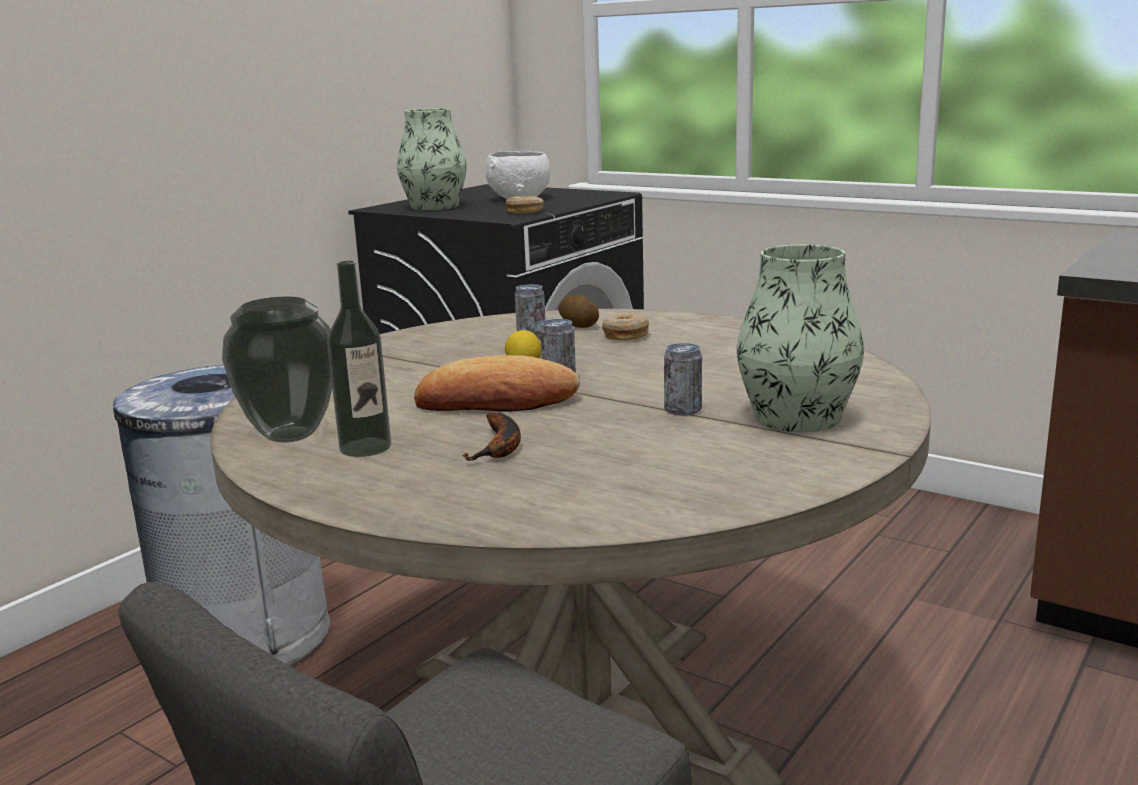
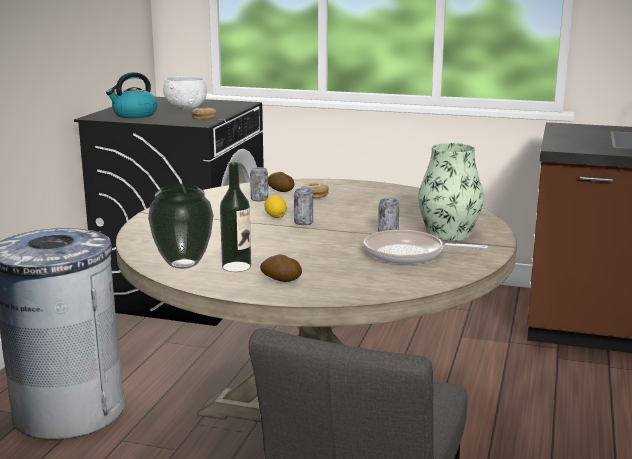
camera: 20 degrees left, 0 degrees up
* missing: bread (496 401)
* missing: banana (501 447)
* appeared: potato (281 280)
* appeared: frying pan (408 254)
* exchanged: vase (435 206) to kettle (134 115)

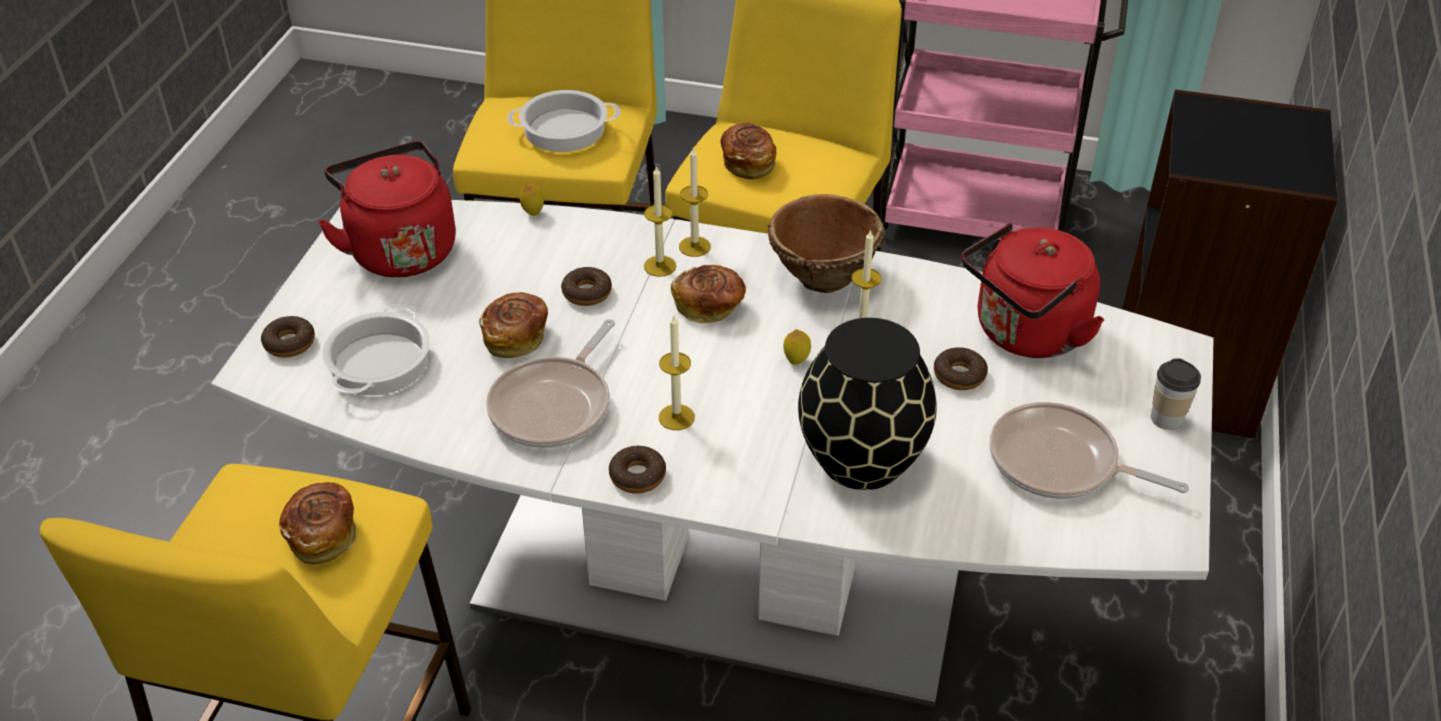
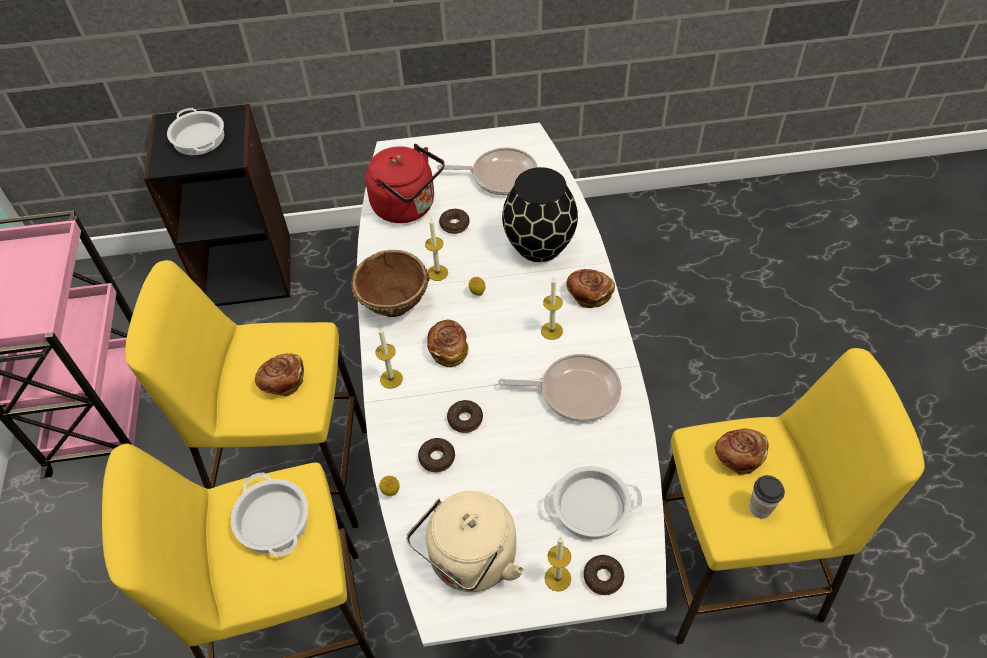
camera: 110 degrees left, 10 degrees up
* appeared: cooking pot (199 138)
* relocated: bread (516 337) to (588 294)
* relocated: donut (637 476) to (437 458)
* relocated: candle (660 266) to (557 578)
* relocated: cup (1166 418) to (760 508)
* colour: red kettle (400 249) to beige kettle (470 562)
* spun: frying pan (1060 463) = (500 176) 90 degrees counterclockwise

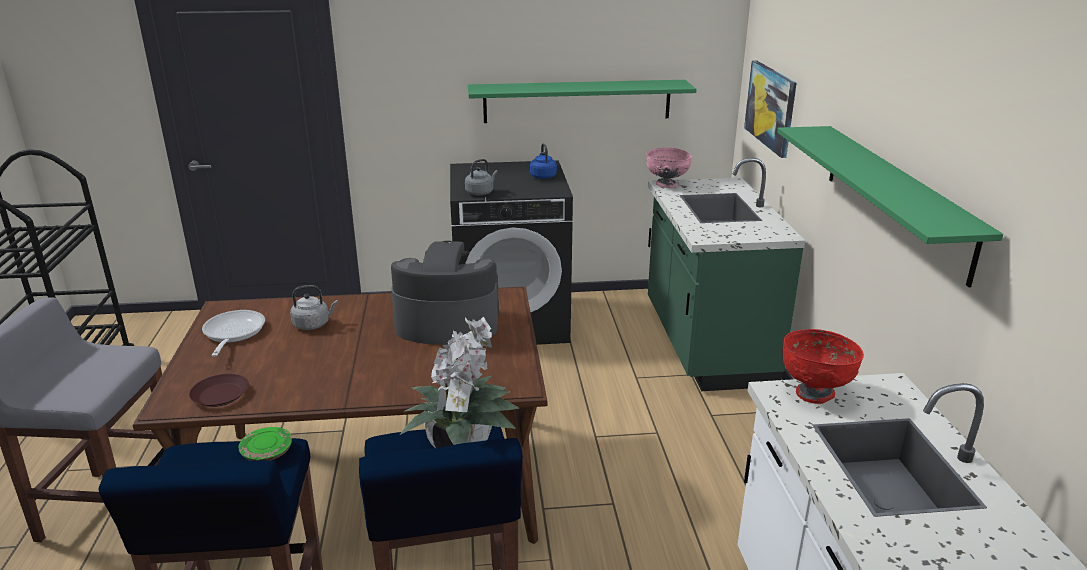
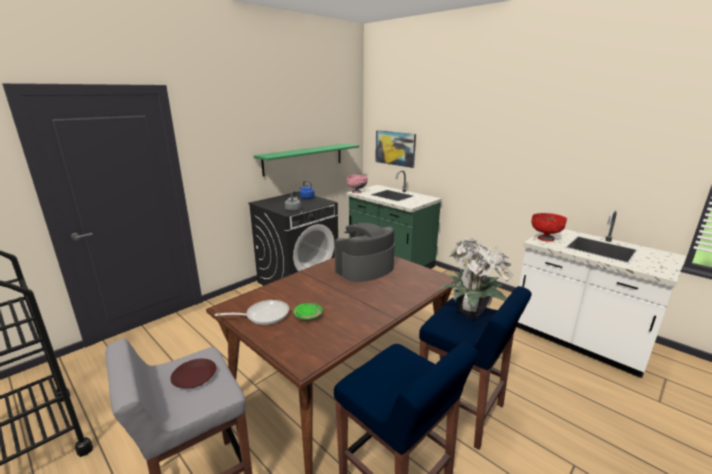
camera: 40 degrees left, 5 degrees down
* missing: grey kettle (313 324)
* missing: green shelf (895 198)
* relocated: brown plate (219 395) to (194 377)
* relocated: green plate (267 452) to (308 316)
* spun: frying pan (232 334) = (263 315) 120 degrees clockwise

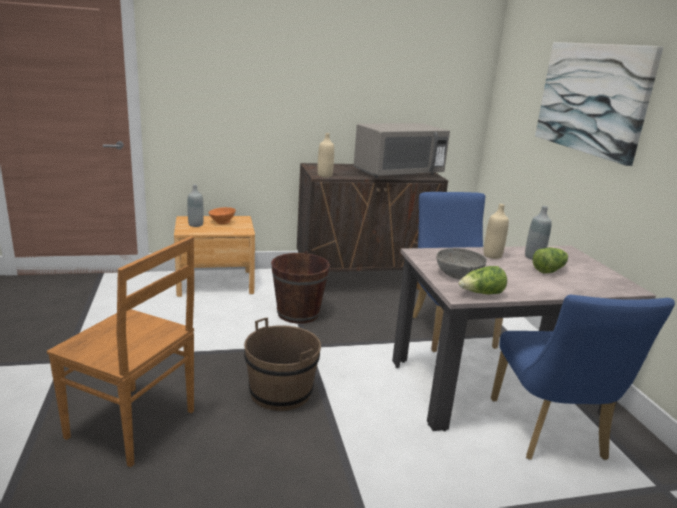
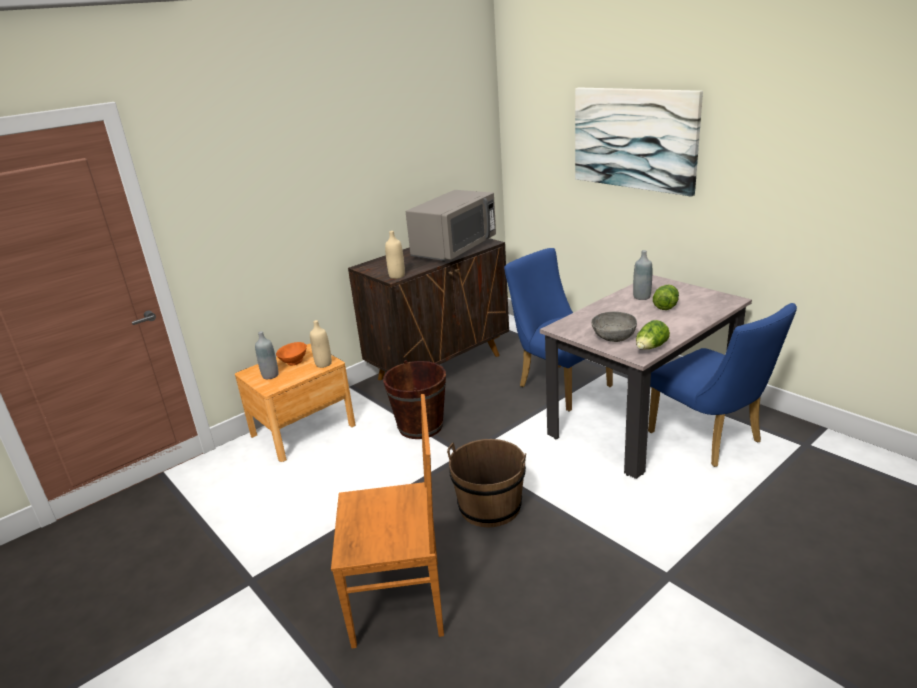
camera: 25 degrees left, 5 degrees up
* relocated: beige bottle (492 255) to (323 364)

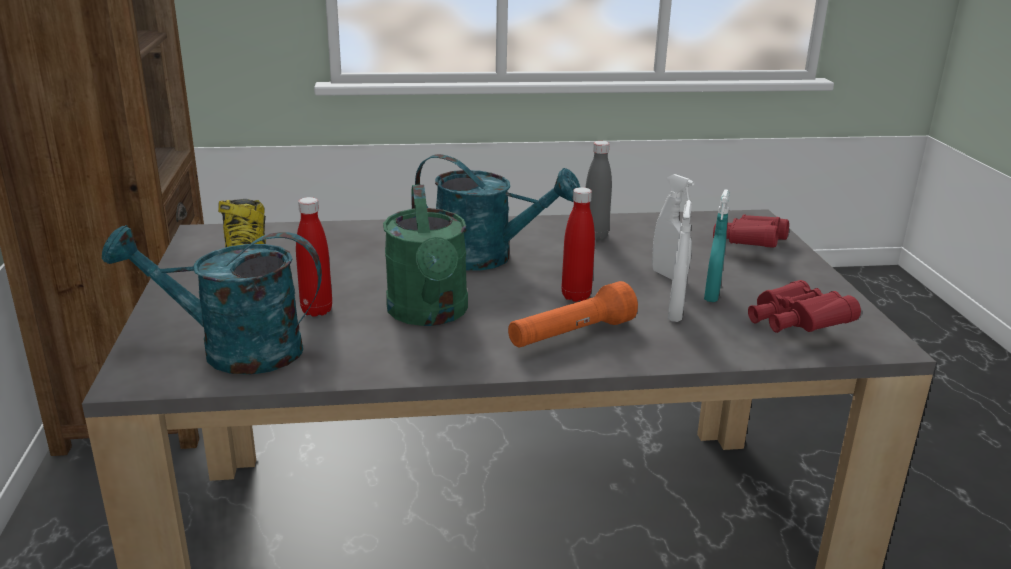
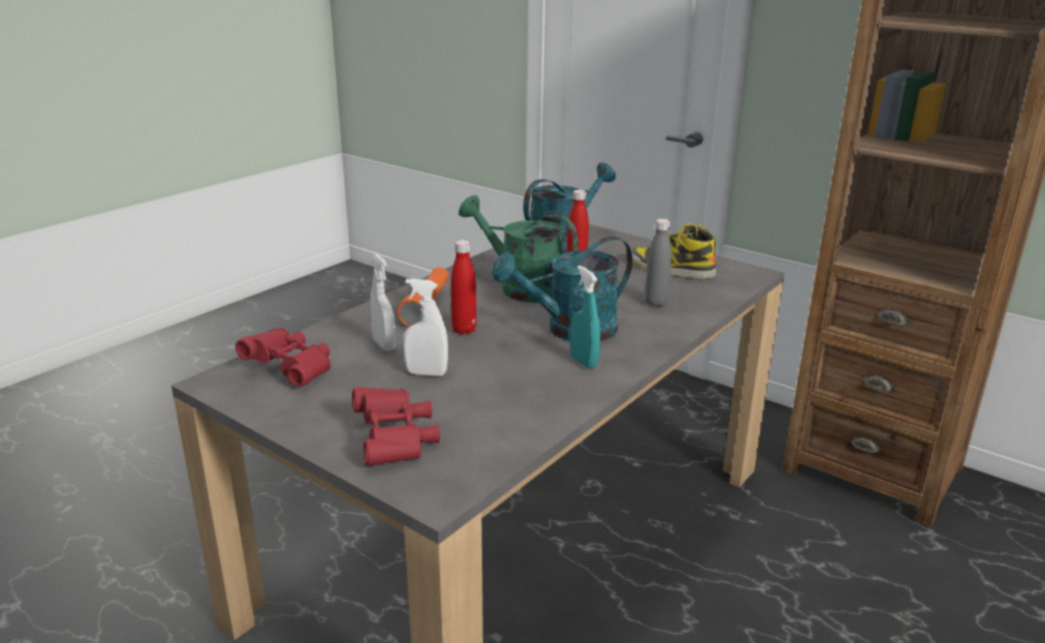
camera: 135 degrees right, 0 degrees up
* relocated: grey bottle (595 236) to (655 303)
* relocated: turquoise spray bottle (711 295) to (583 361)

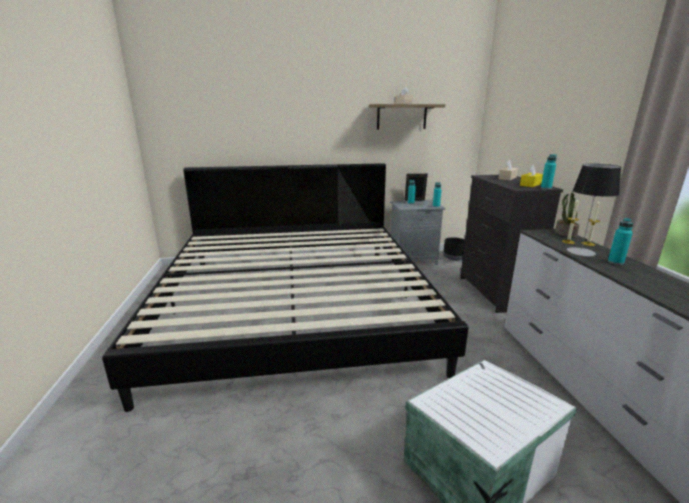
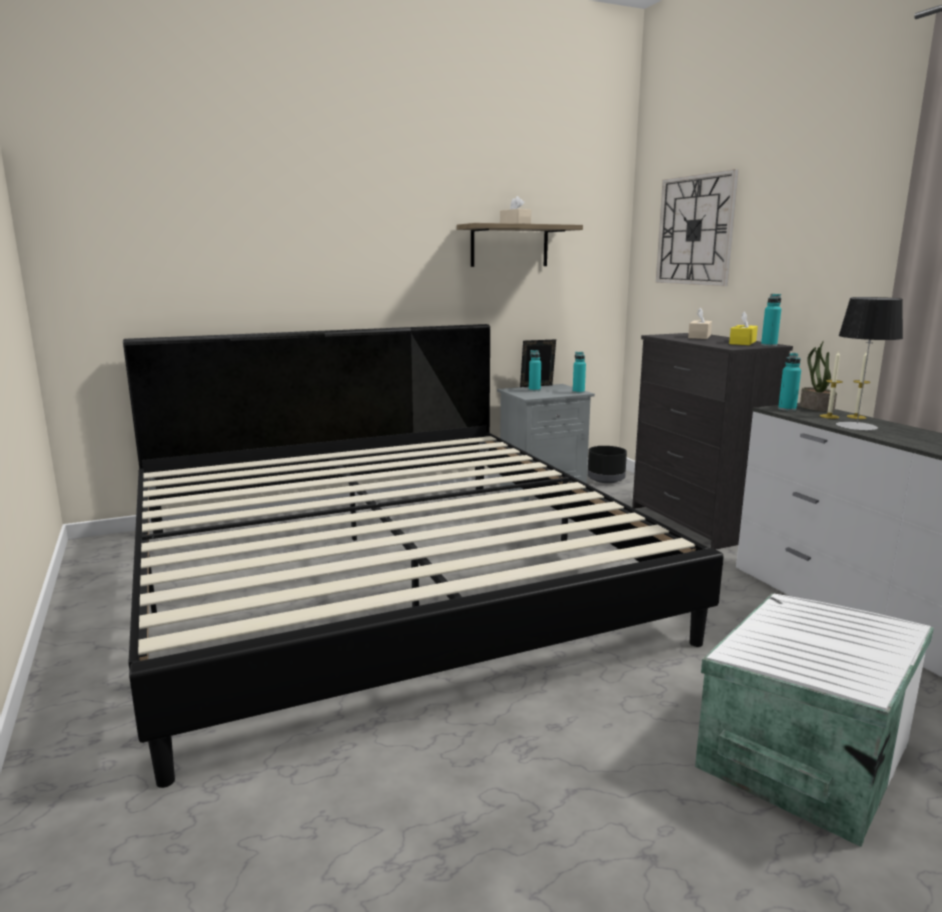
camera: 15 degrees left, 5 degrees down
* appeared: wall clock (695 230)
* relocated: turquoise bottle (615 262) to (787 409)

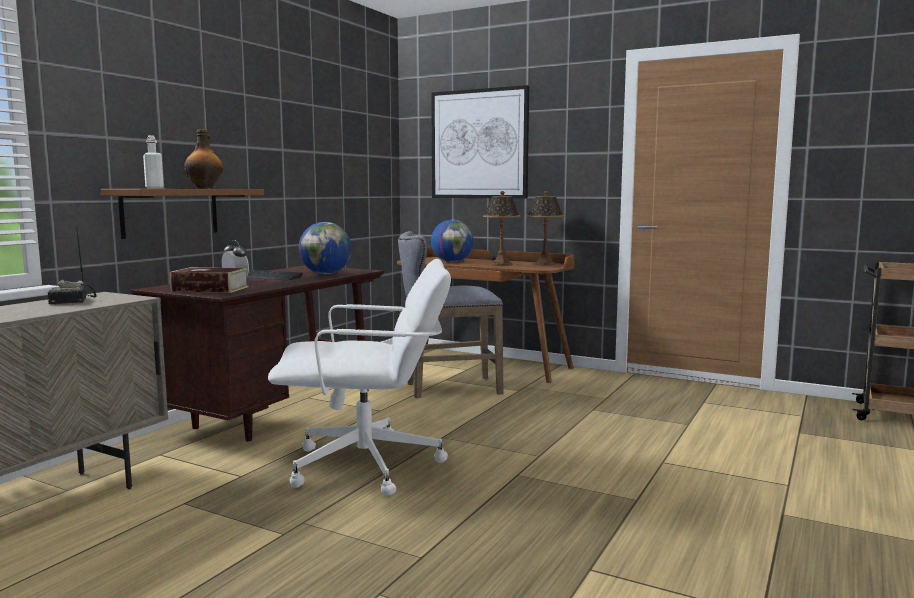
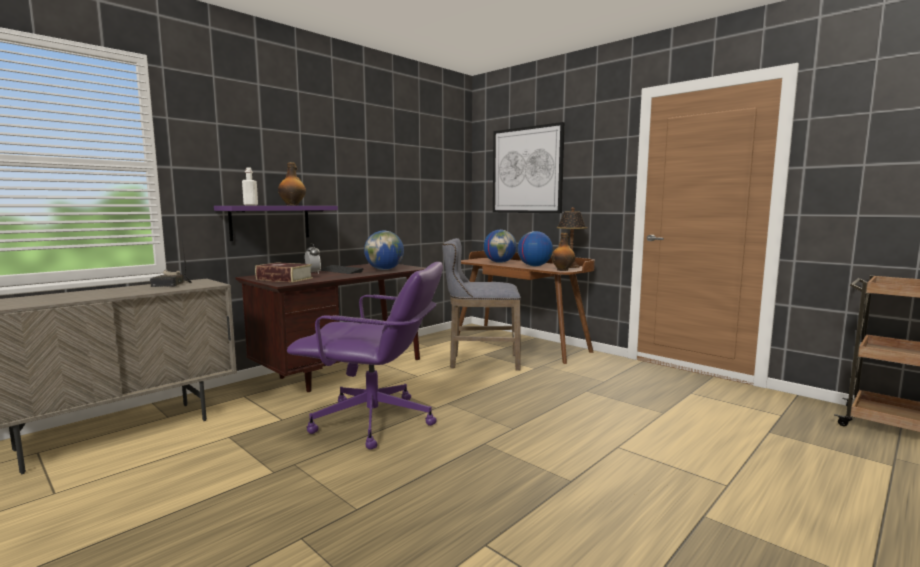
camera: 15 degrees right, 0 degrees up
* appeared: bottle (563 270)
* exchanged: table lamp (501 265) to globe (534 266)
* colour: brown shelf (170 212) to purple shelf (270 222)
* colour: white office chair (367 466) to purple office chair (374 422)

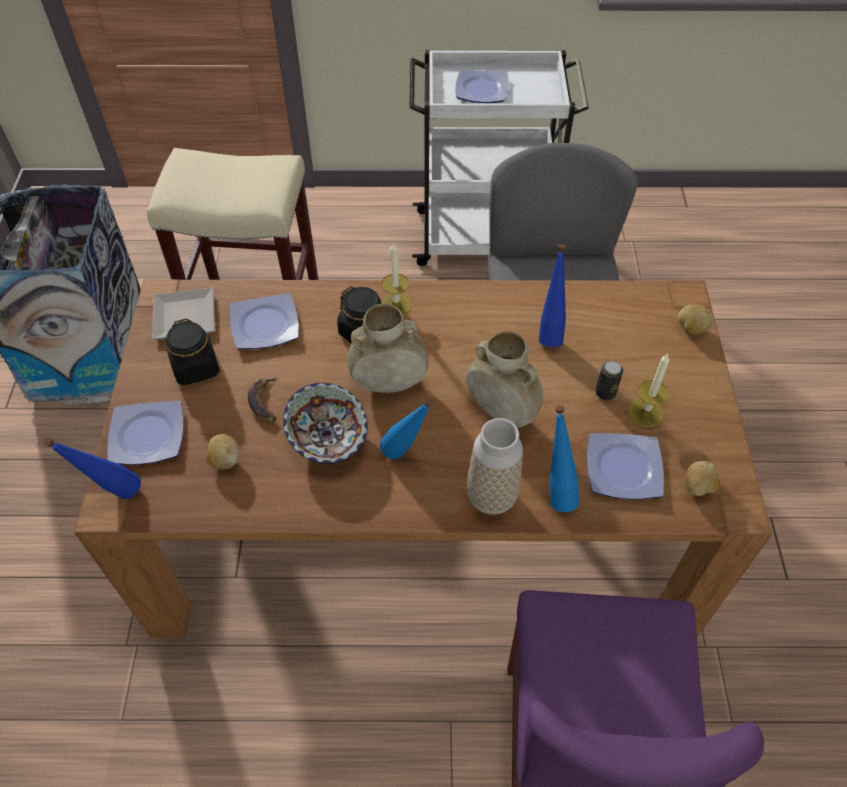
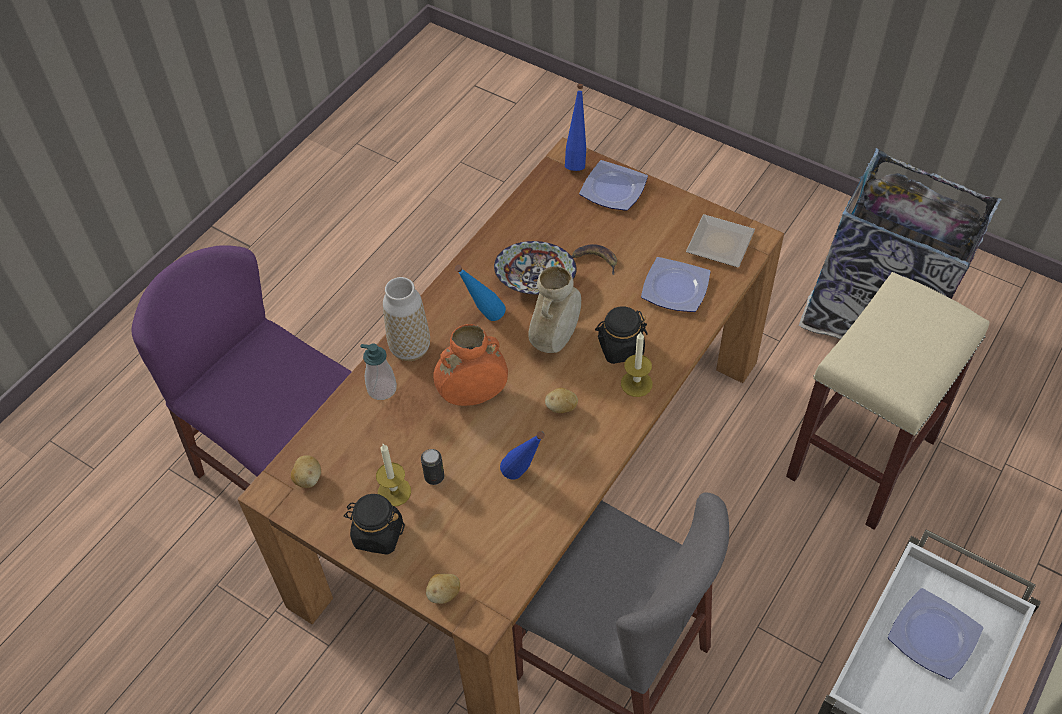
camera: 125 degrees right, 0 degrees up
* missing: plate (625 470)
* relocated: black jar (196 368) to (378 534)
* relocated: potato (225 460) to (561 408)
* exchanged: blue bottle (556 491) to soap dispenser (382 389)
* colour: beige vase (502 412) to orange vase (473 395)

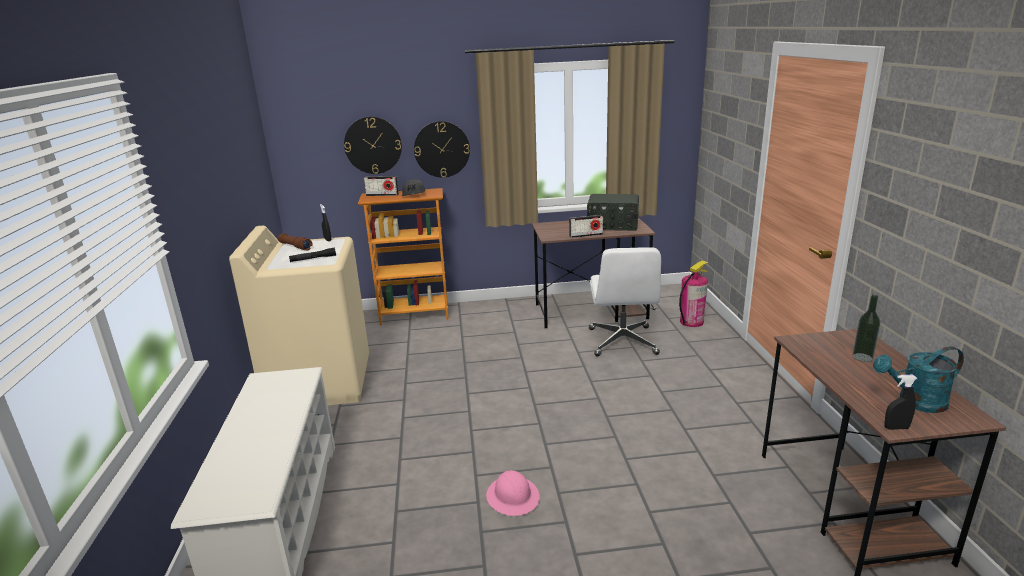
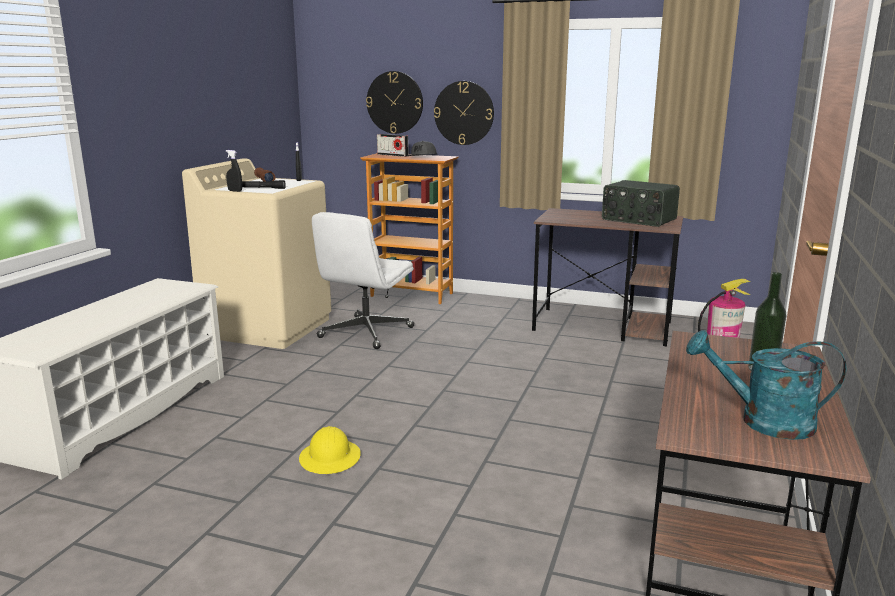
camera: 25 degrees right, 5 degrees down
* missing: radio (586 235)
* relocated: white office chair (623 342) to (366 333)
* relocated: black spray bottle (896 428) to (235 191)
* colour: pink hard hat (513 497) to yellow hard hat (330 458)

